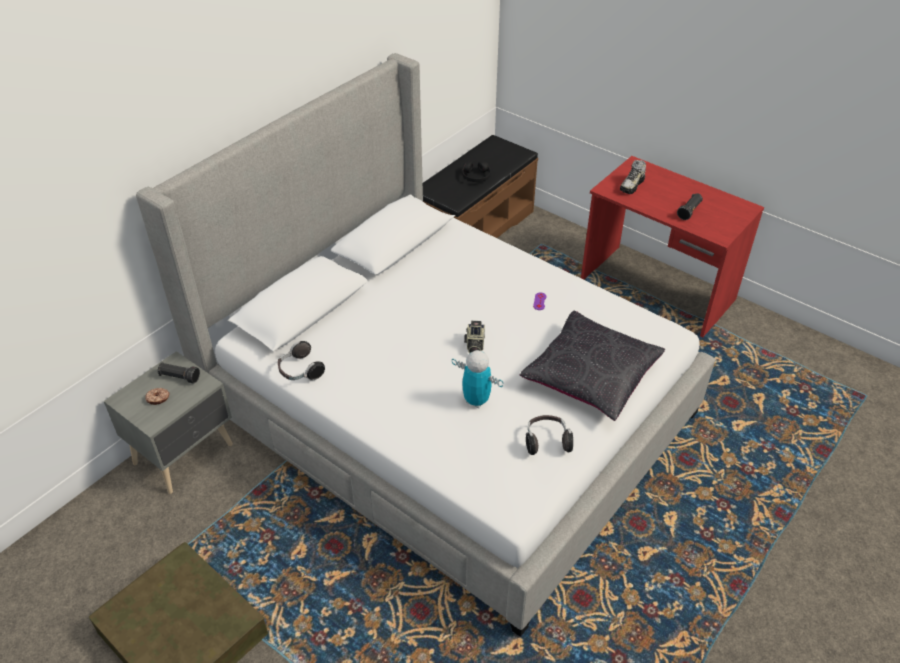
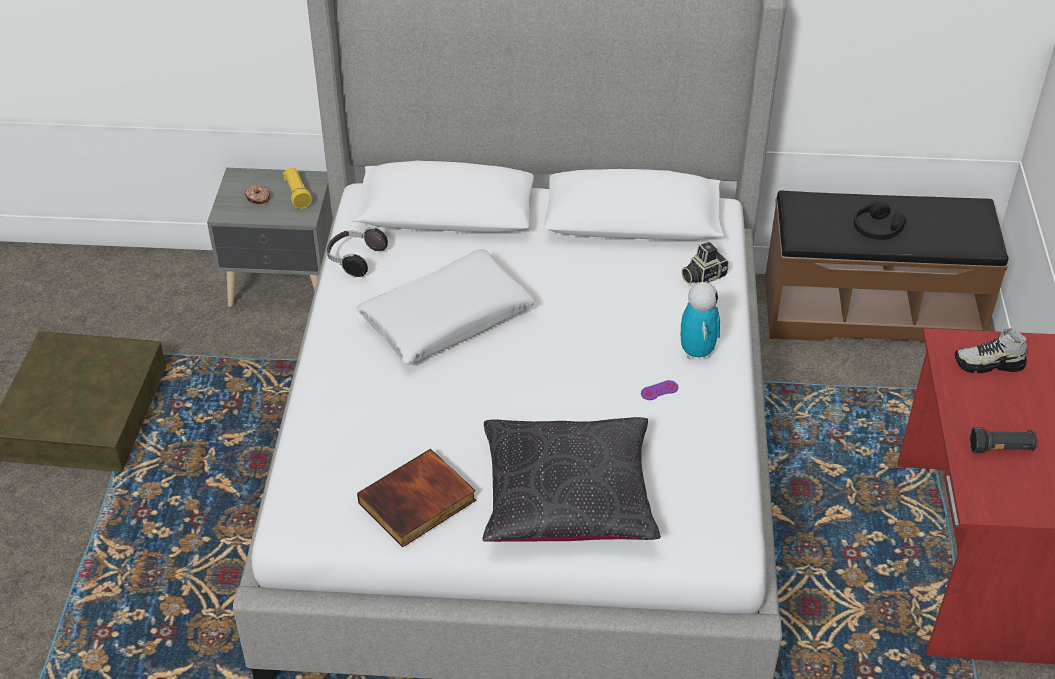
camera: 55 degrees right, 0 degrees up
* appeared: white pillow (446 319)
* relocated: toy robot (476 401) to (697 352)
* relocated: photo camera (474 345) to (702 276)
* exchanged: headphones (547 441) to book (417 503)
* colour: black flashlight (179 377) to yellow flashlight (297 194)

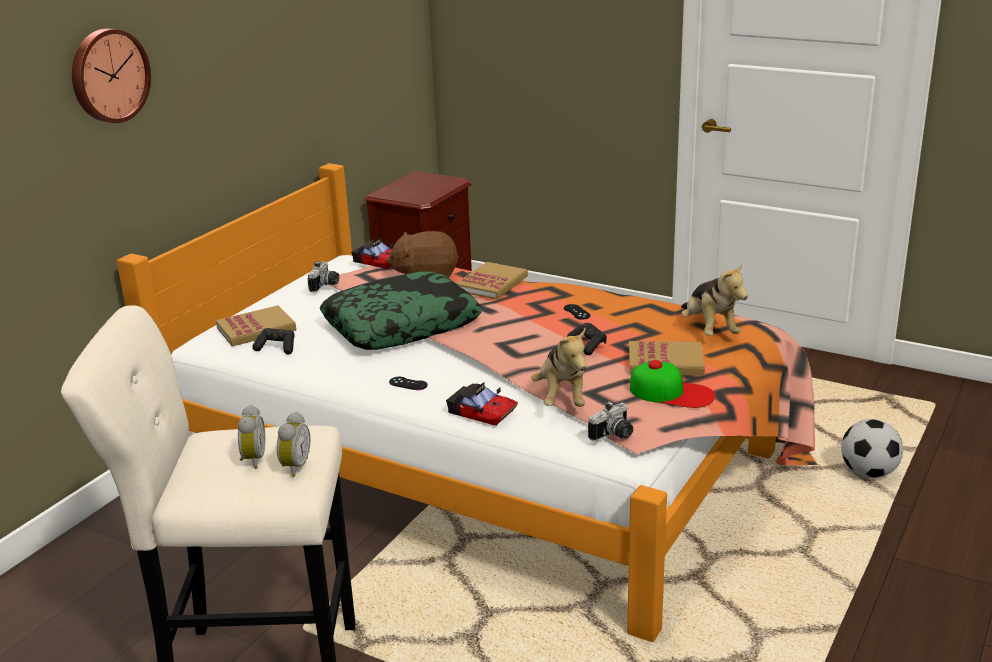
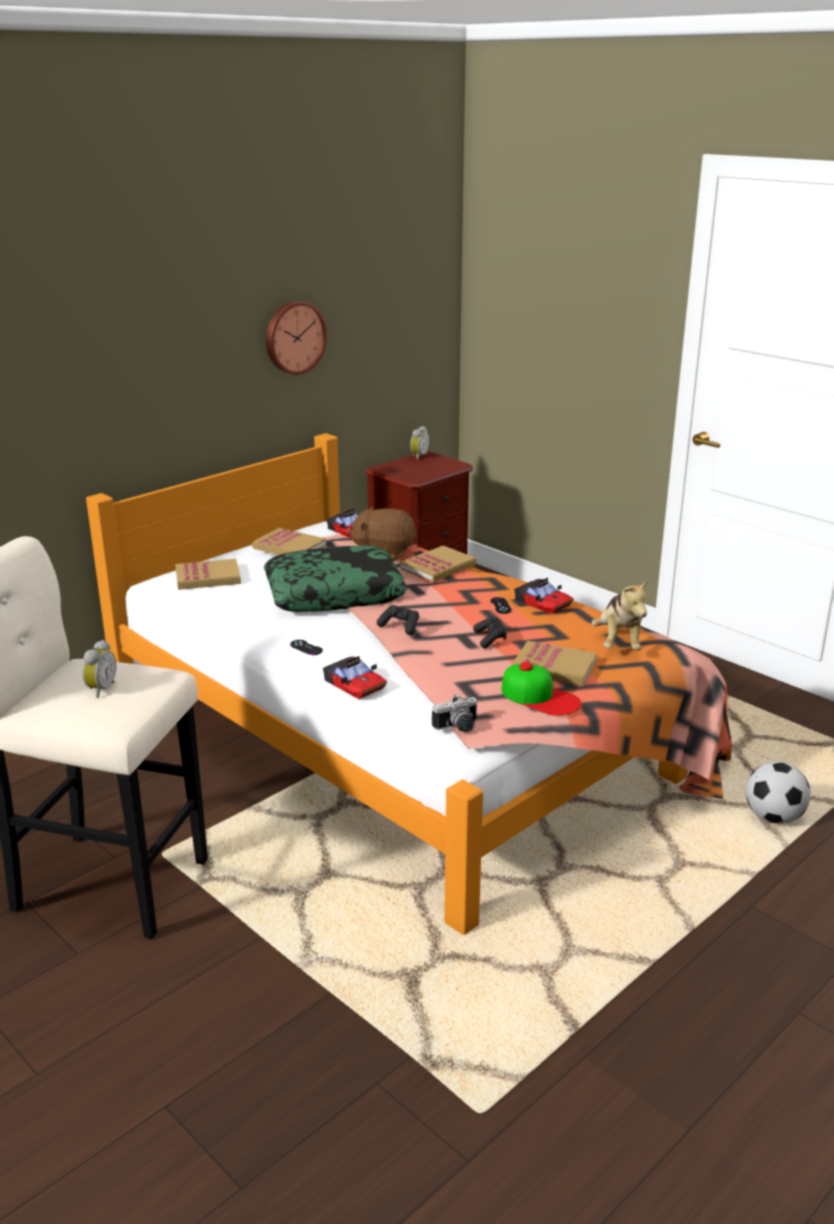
camera: 15 degrees right, 0 degrees up
* missing: plush toy (562 397)
* appeared: toy car (543 603)
* relocated: wall clock (108 75) to (294 337)
* relocated: black game controller (277 348) to (400 626)
* relocated: alarm clock (294 467) to (418 456)
* exchanged: photo camera (326 286) to book (289 547)

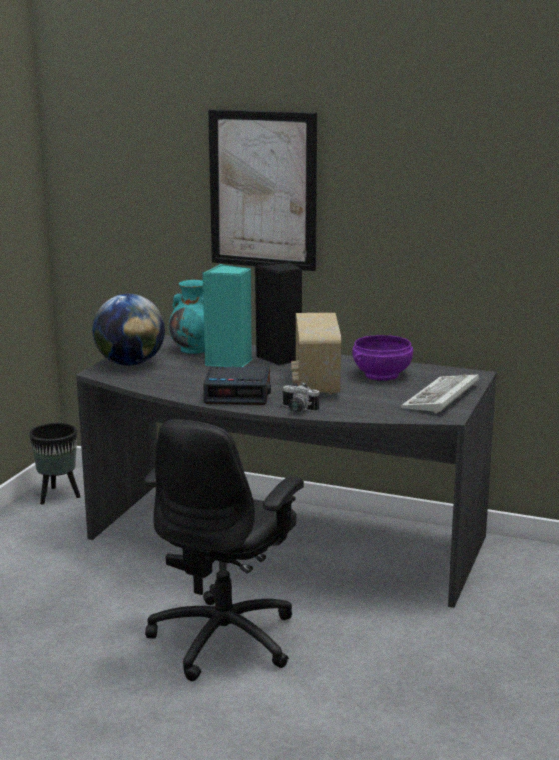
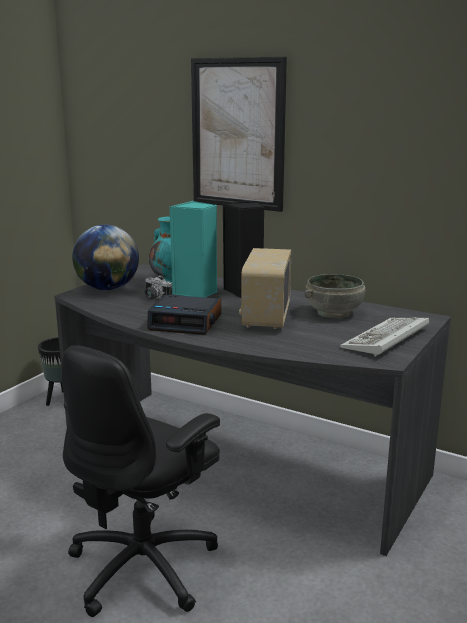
camera: 10 degrees right, 0 degrees up
* relocated: photo camera (297 410) to (154 298)
* colour: purple bowl (382 375) to grey bowl (334 313)

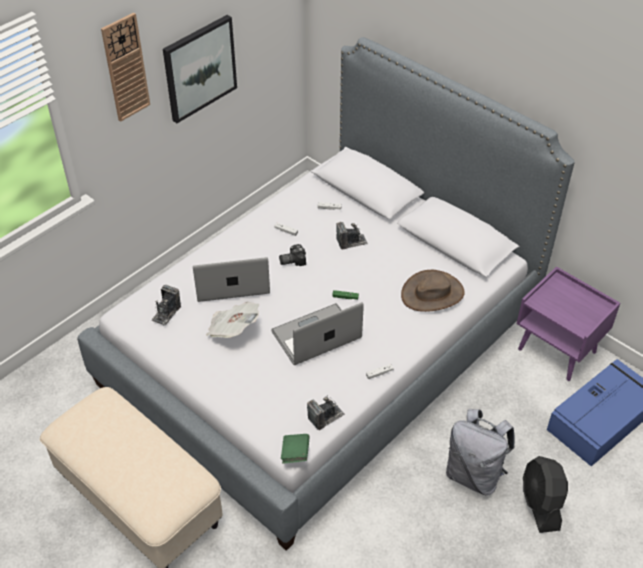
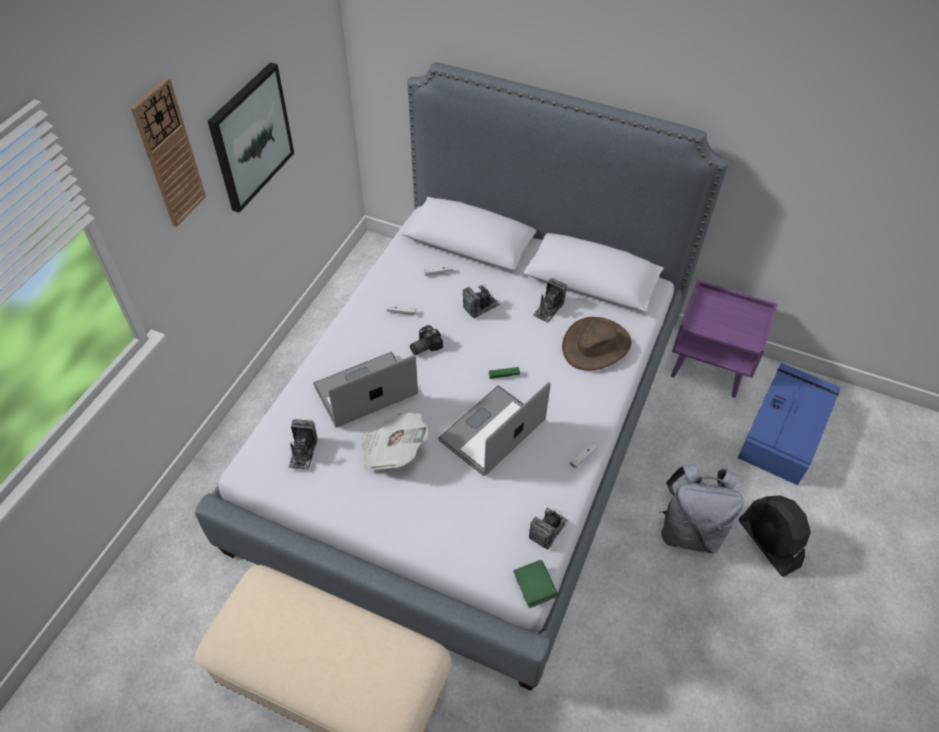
camera: 20 degrees left, 5 degrees up
* appeared: photo camera (548 309)

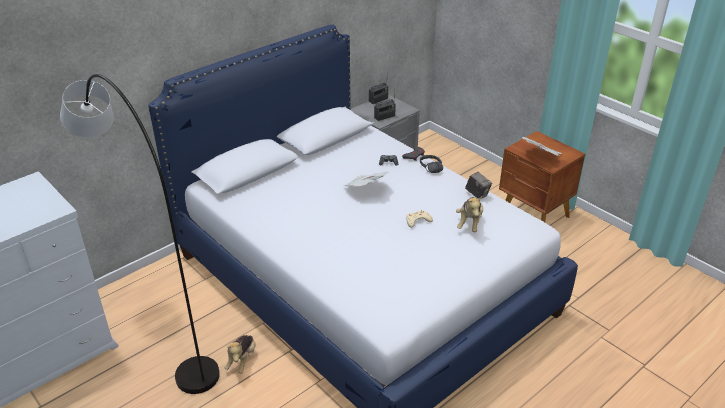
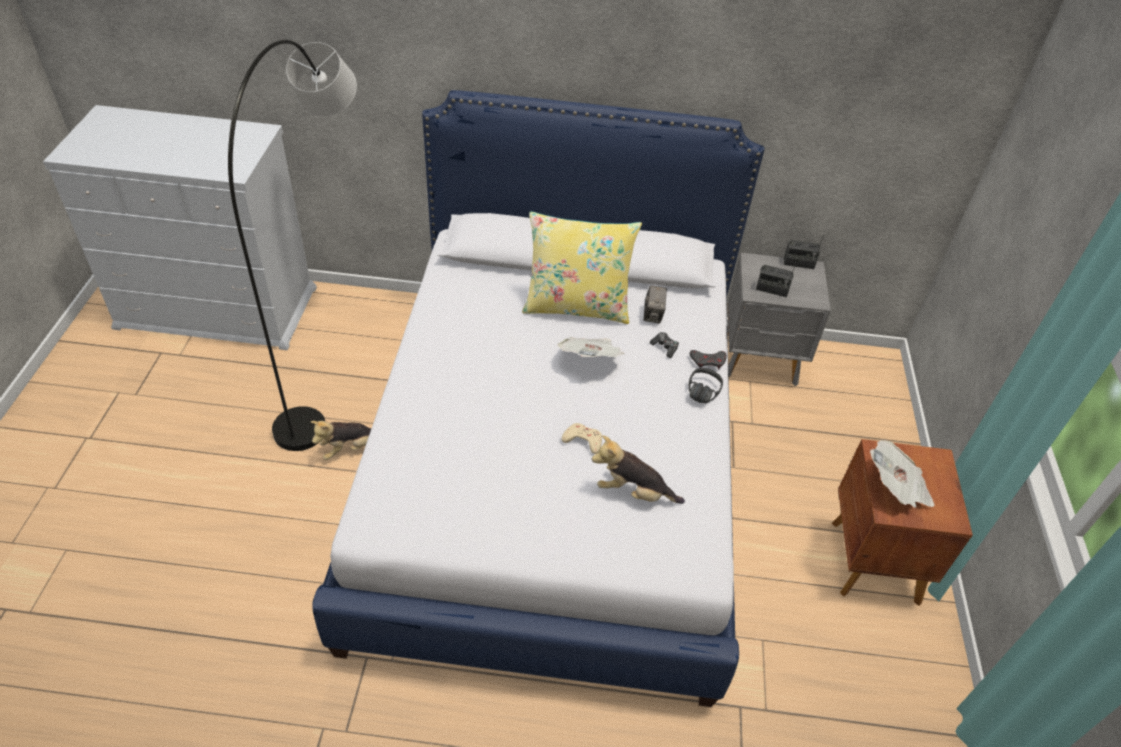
camera: 45 degrees right, 10 degrees up
* appeared: yellow pillow (577 306)
* relocated: photo camera (477 194) to (653 315)
* spun: plush toy (469 223) = (633 492) 45 degrees clockwise

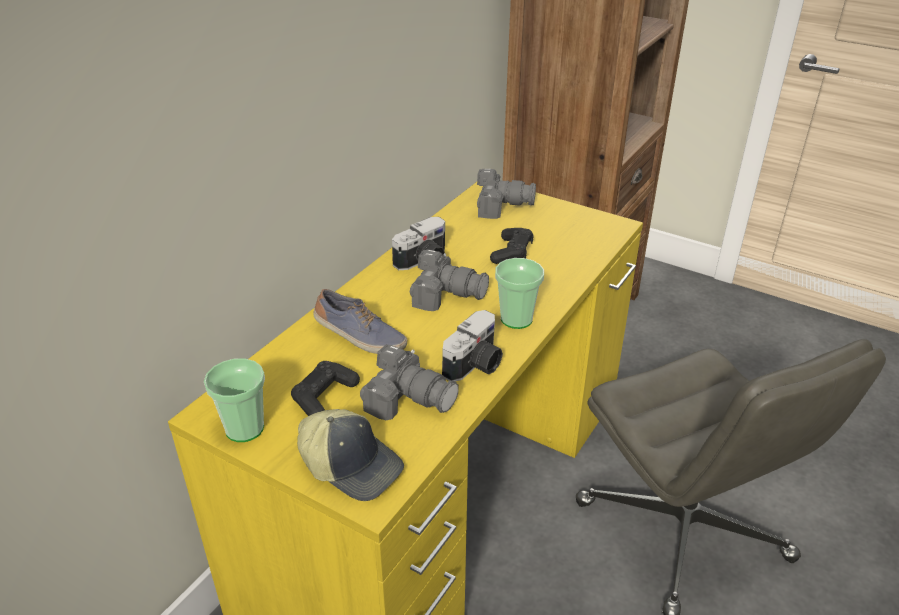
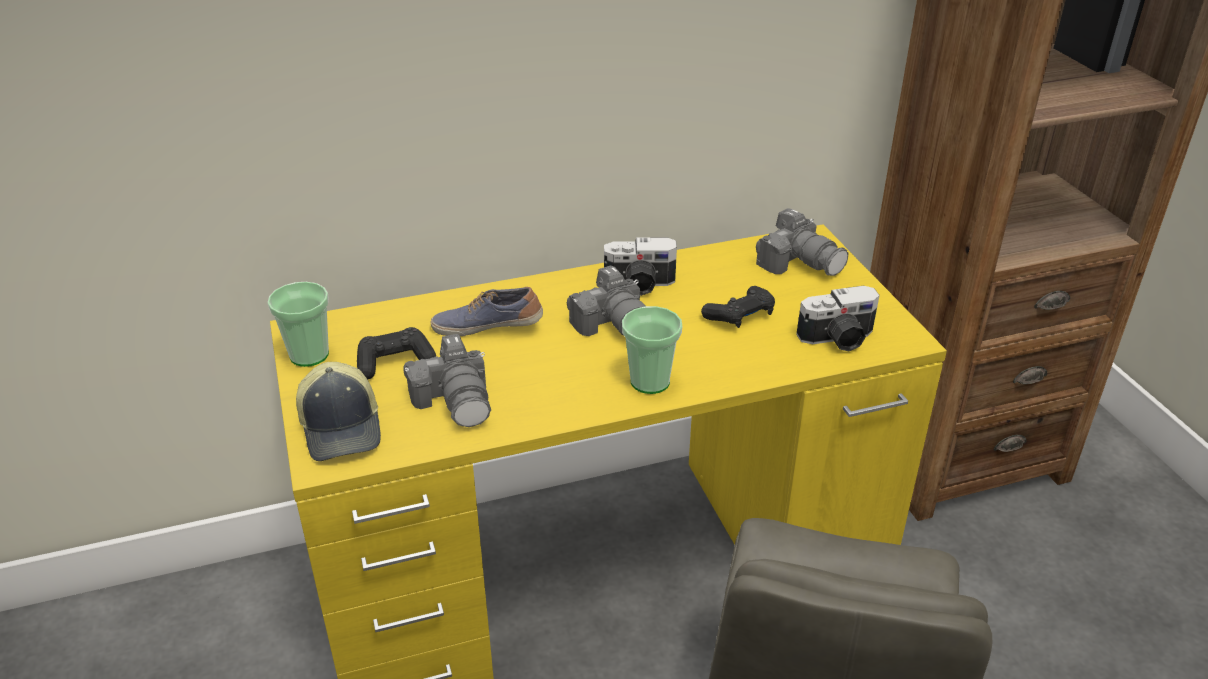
camera: 40 degrees right, 0 degrees up
* relocated: photo camera (476 365) to (838 339)
* spun: shoe (359 337) = (487 327) 120 degrees clockwise

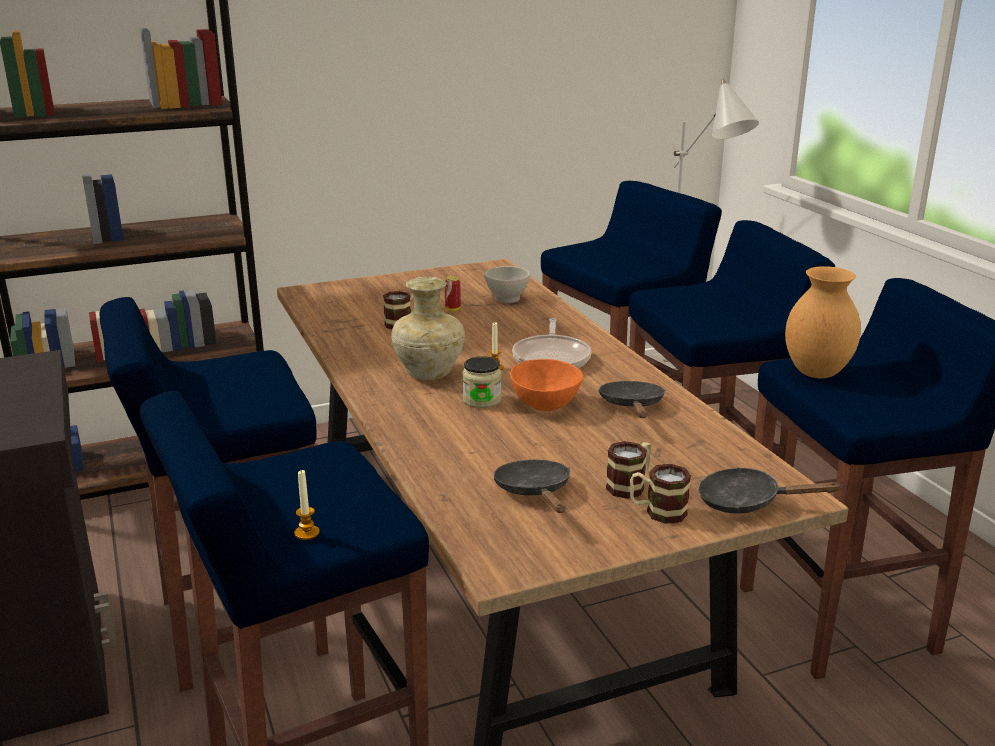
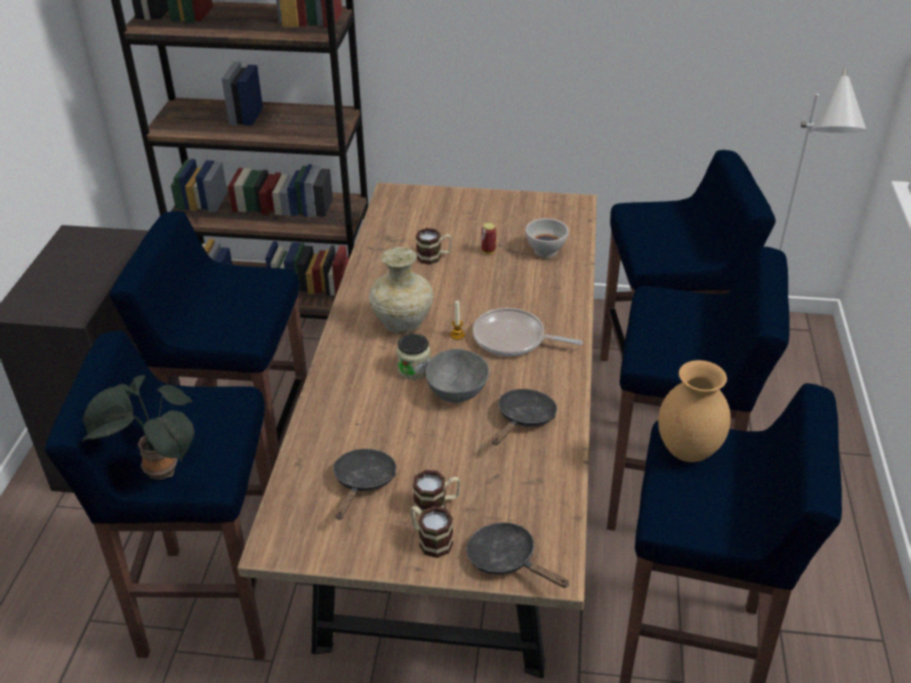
camera: 30 degrees right, 15 degrees up
* exchanged: candle (307 533) to potted plant (157 471)
* colour: orange bowl (545 404) to grey bowl (458 391)
* spun: frying pan (552 358) = (513 339) 75 degrees clockwise

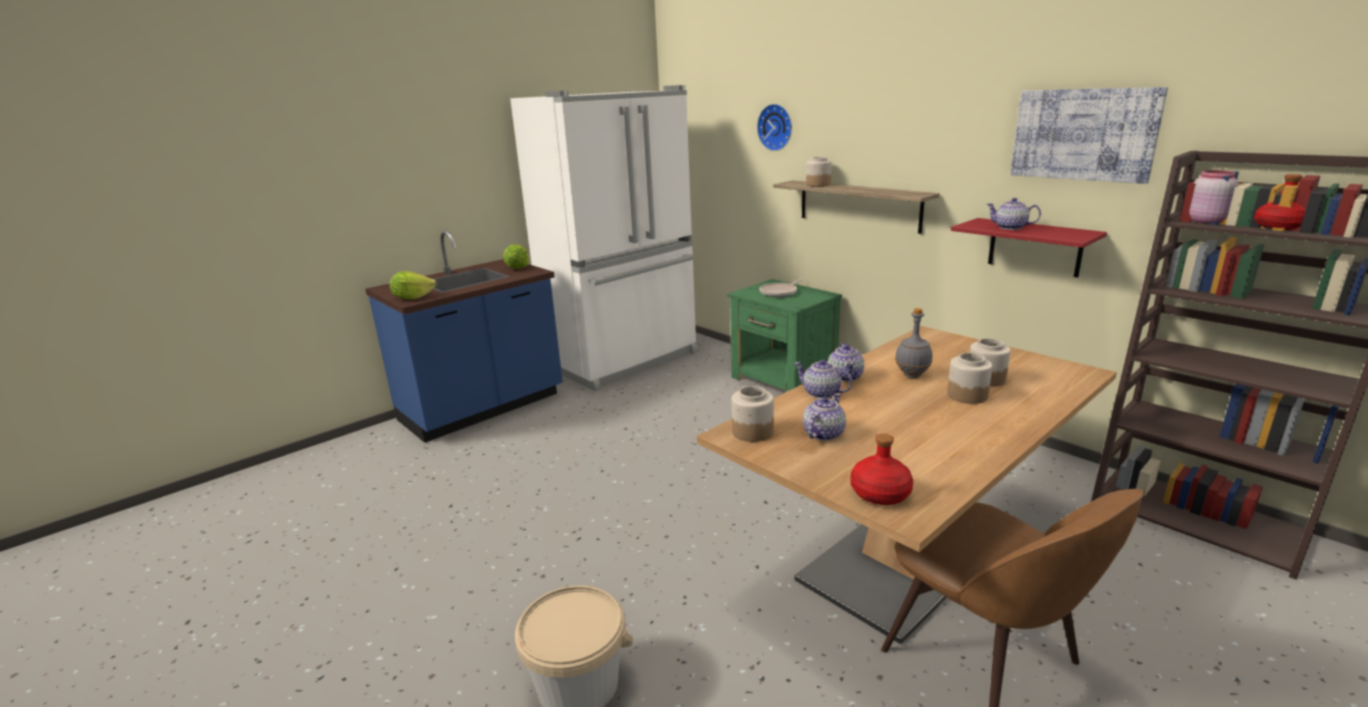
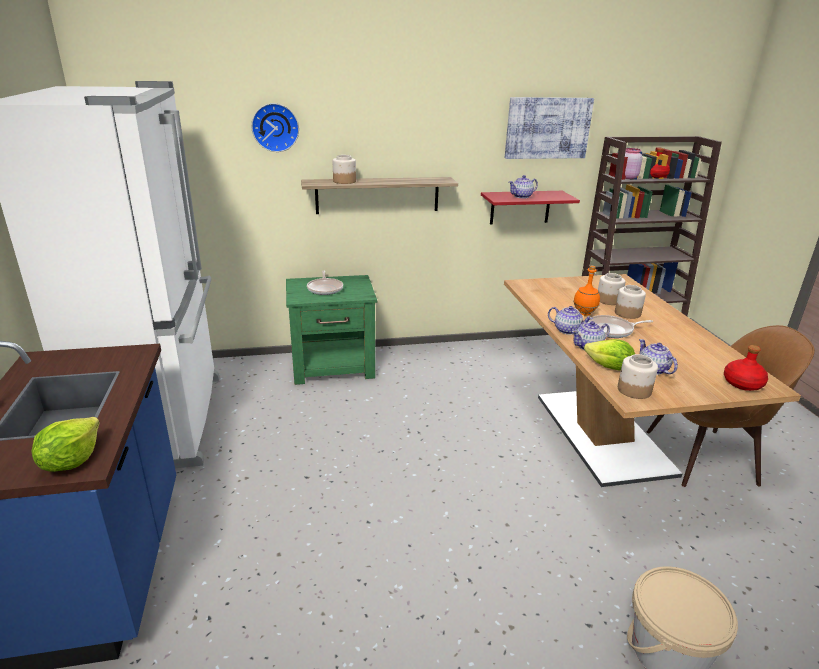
camera: 60 degrees left, 5 degrees up
* appeared: frying pan (612 330)
* relocated: lettuce (518 268) to (609 367)
* colour: grey bottle (912 375) to orange bottle (584 313)

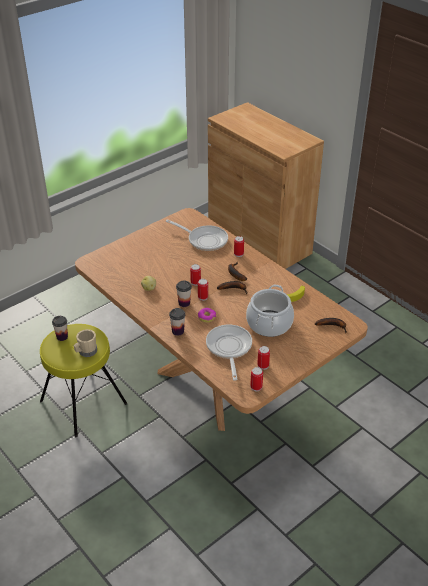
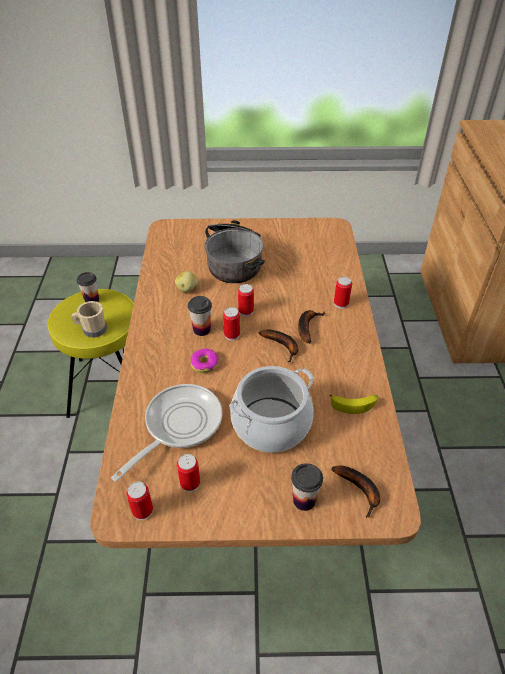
camera: 40 degrees right, 5 degrees up
* missing: frying pan (204 240)
* appeared: cooking pot (234 261)
* relocated: cup (178 331) to (304 500)

